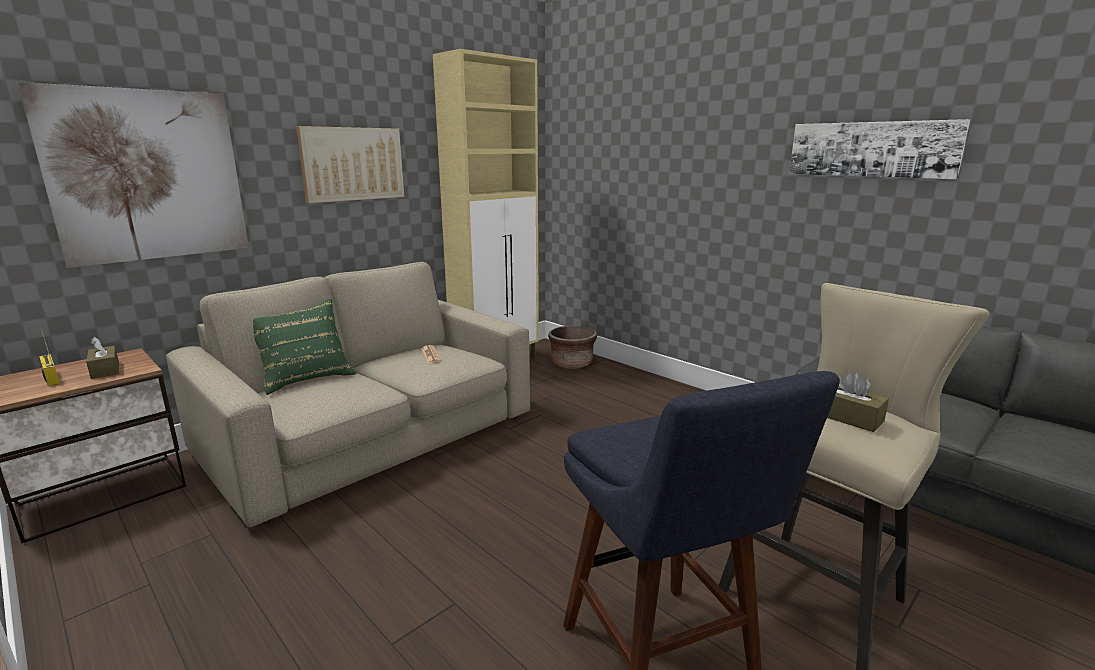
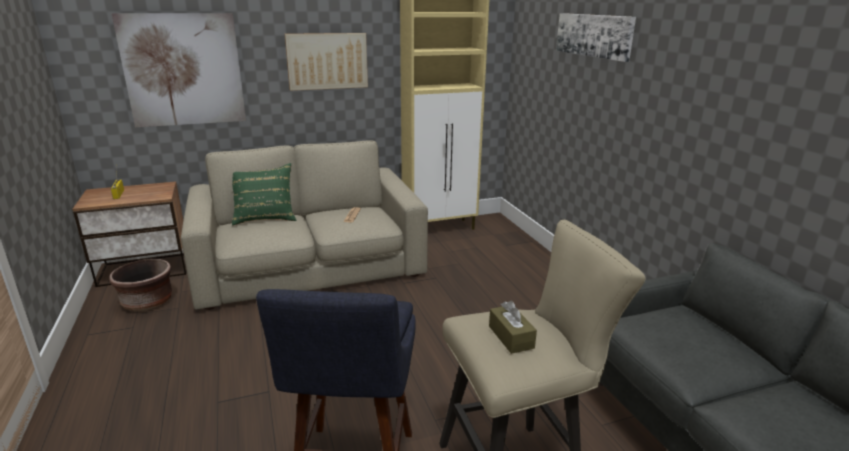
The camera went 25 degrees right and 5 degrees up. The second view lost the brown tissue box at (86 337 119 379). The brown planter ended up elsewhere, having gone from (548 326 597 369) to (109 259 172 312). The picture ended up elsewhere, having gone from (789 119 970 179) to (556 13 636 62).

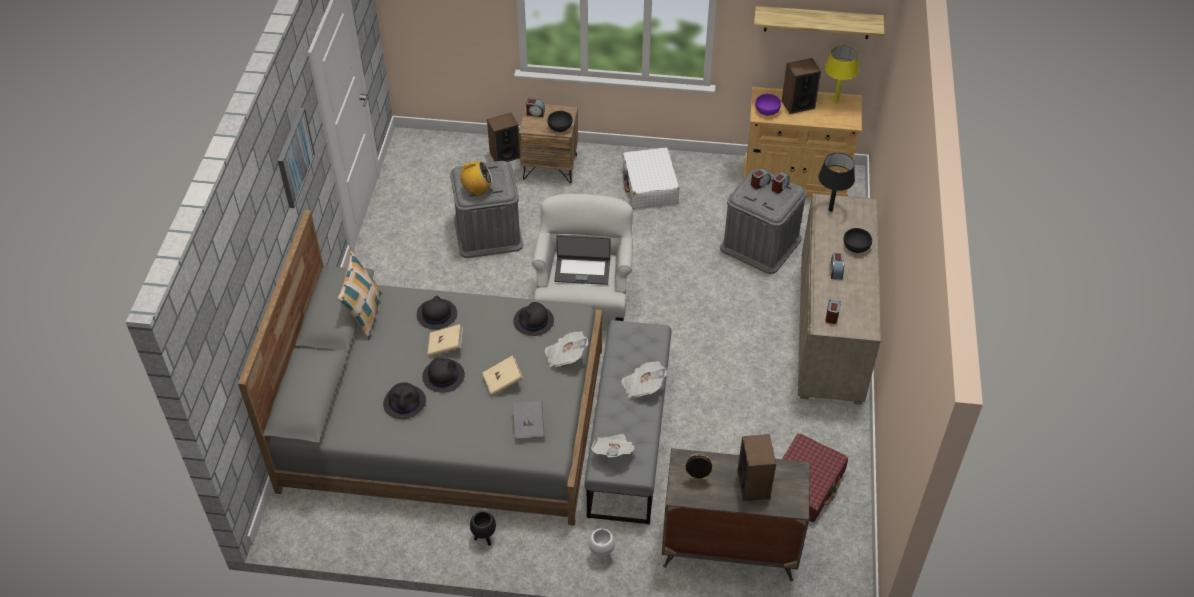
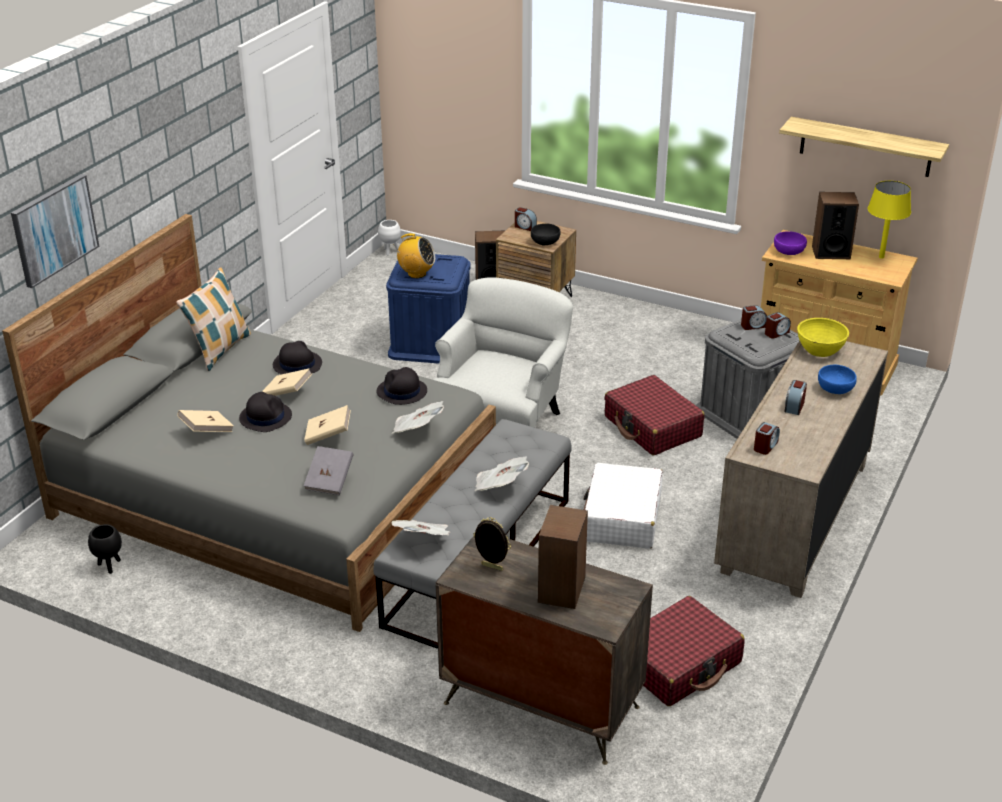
The camera went 20 degrees right and 15 degrees down. The second view lost the laptop at (554 235 611 285). The second view gained the red suitcase at (604 375 705 456). The picture ended up elsewhere, having gone from (278 108 315 208) to (11 174 99 288). The black planter ended up elsewhere, having gone from (470 511 496 545) to (88 524 122 574). The white planter ended up elsewhere, having gone from (589 528 615 565) to (378 220 401 255). The white suitcase ended up elsewhere, having gone from (622 148 680 209) to (583 463 663 549). Where the black hat stood at (383 382 426 419), the beige book came to stand at (177 410 234 432). Where the black table lamp stood at (818 153 855 212), the yellow bowl came to stand at (797 318 849 357). What was the grey storage box at (450 161 523 258) turned into the blue storage box at (386 254 470 364). What was the black bowl at (844 228 872 253) turned into the blue bowl at (818 365 857 394).

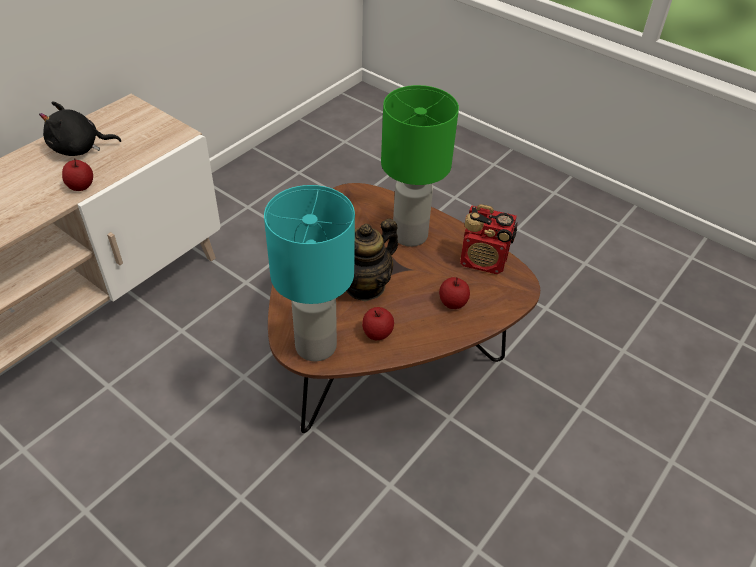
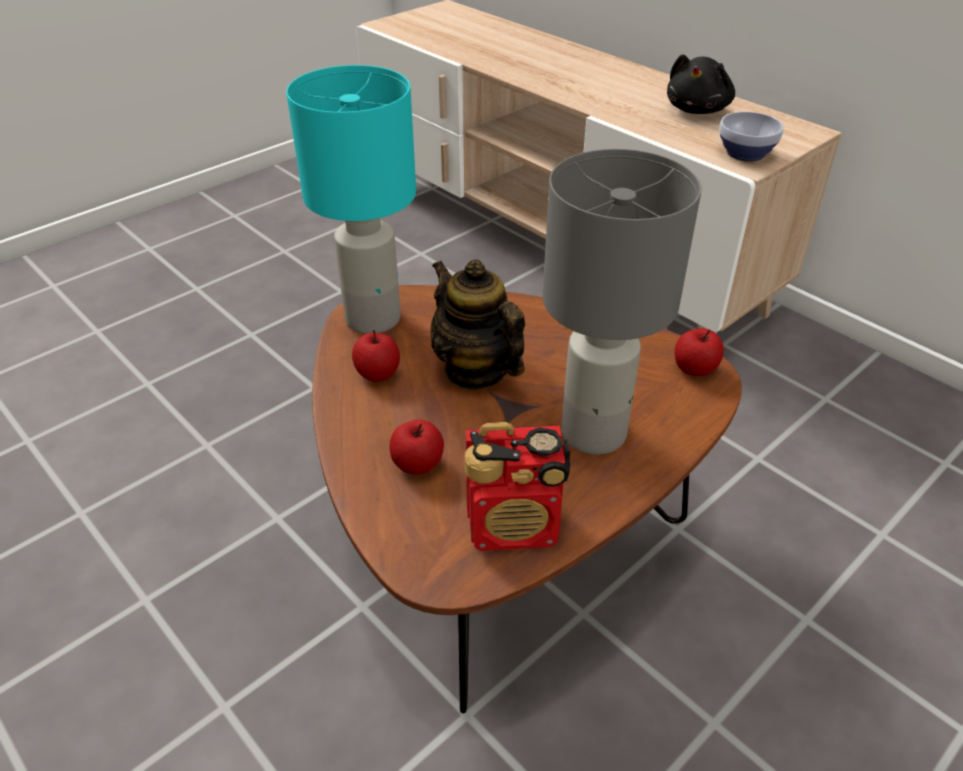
The camera went 100 degrees right and 5 degrees down. The second view gained the bowl at (719 111 784 162). The apple ended up elsewhere, having gone from (62 158 93 191) to (675 328 724 376). What was the green table lamp at (381 85 459 247) turned into the grey table lamp at (543 149 701 455). The black plush toy at (39 101 121 156) ended up facing another way, 150 degrees counterclockwise from before. The radio at (460 204 518 274) ended up facing another way, 120 degrees counterclockwise from before.

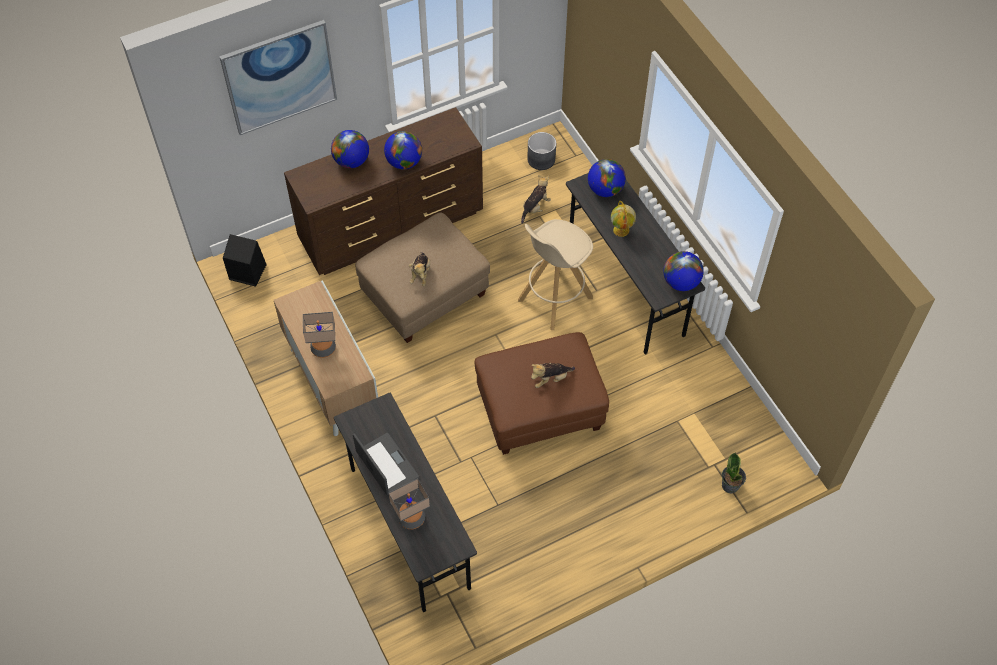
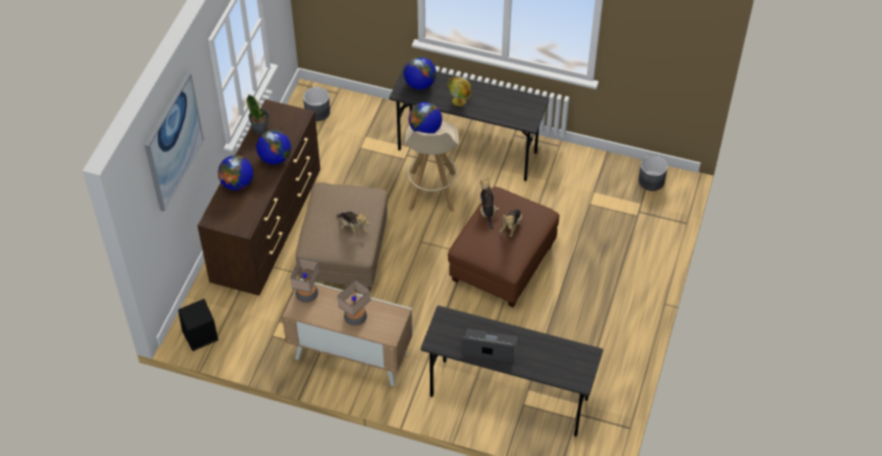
The camera went 45 degrees left and 5 degrees down. The second view gained the grey planter at (638 155 668 191). The table lamp ended up elsewhere, having gone from (389 478 430 529) to (290 257 319 303). The plush toy ended up elsewhere, having gone from (521 175 551 224) to (480 176 499 229). The globe ended up elsewhere, having gone from (663 251 704 291) to (409 102 442 133). The potted plant ended up elsewhere, having gone from (722 452 746 494) to (246 95 269 134).

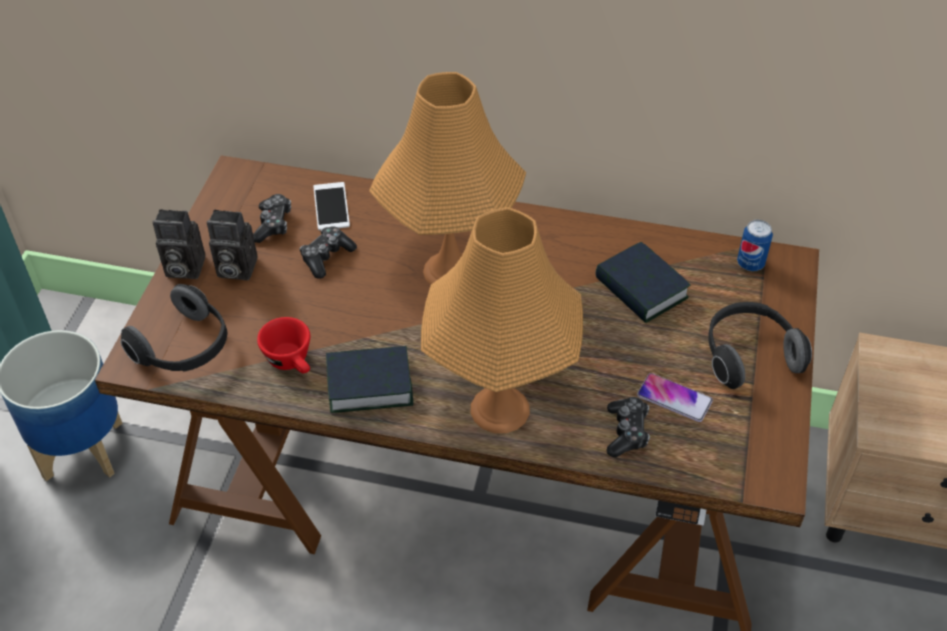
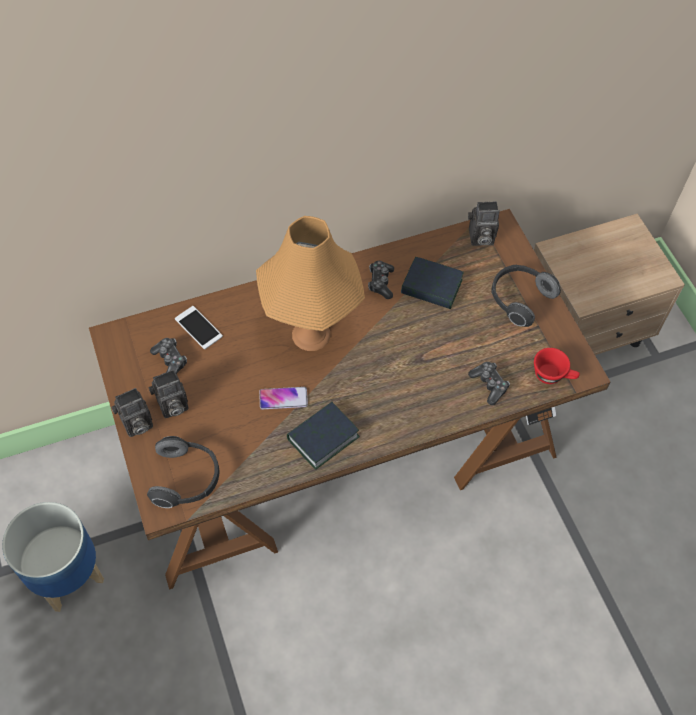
The camera went 35 degrees left and 10 degrees up. The second view lost the orange table lamp at (421 207 583 433). The red cup ended up elsewhere, having gone from (257 317 310 373) to (534 348 580 384). The game controller ended up elsewhere, having gone from (299 226 357 279) to (368 261 394 299). The phone ended up elsewhere, having gone from (637 373 713 422) to (259 387 308 409). Where the can stood at (737 220 773 271), the photo camera came to stand at (468 201 500 246).

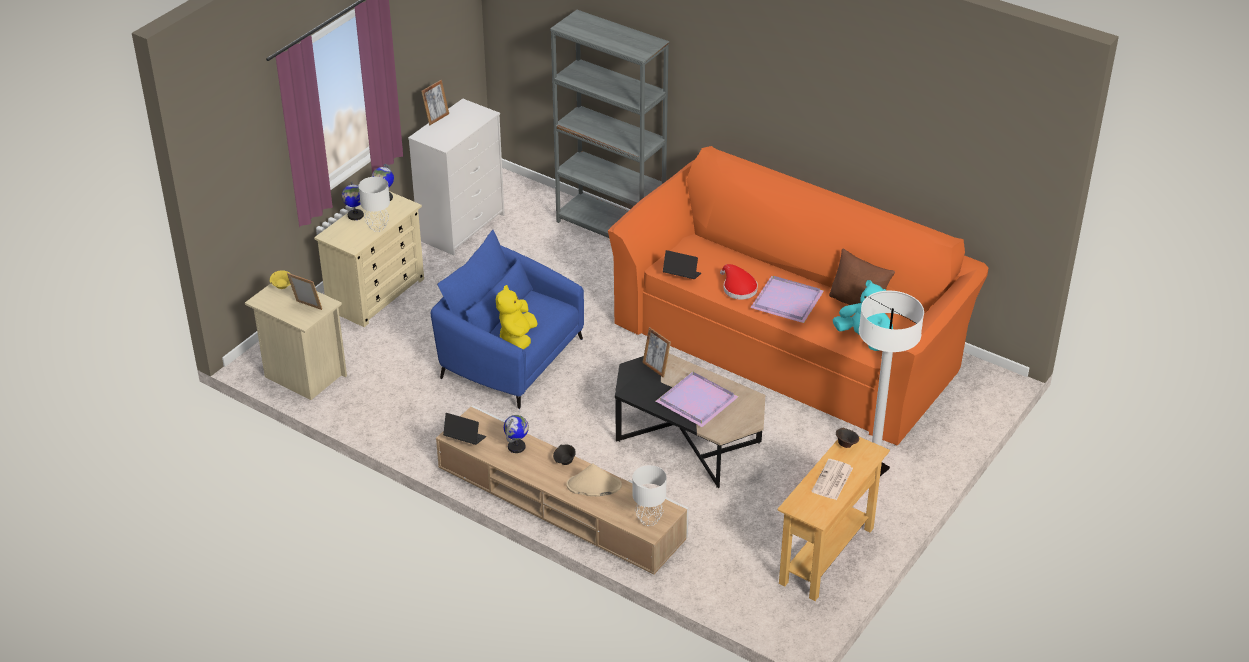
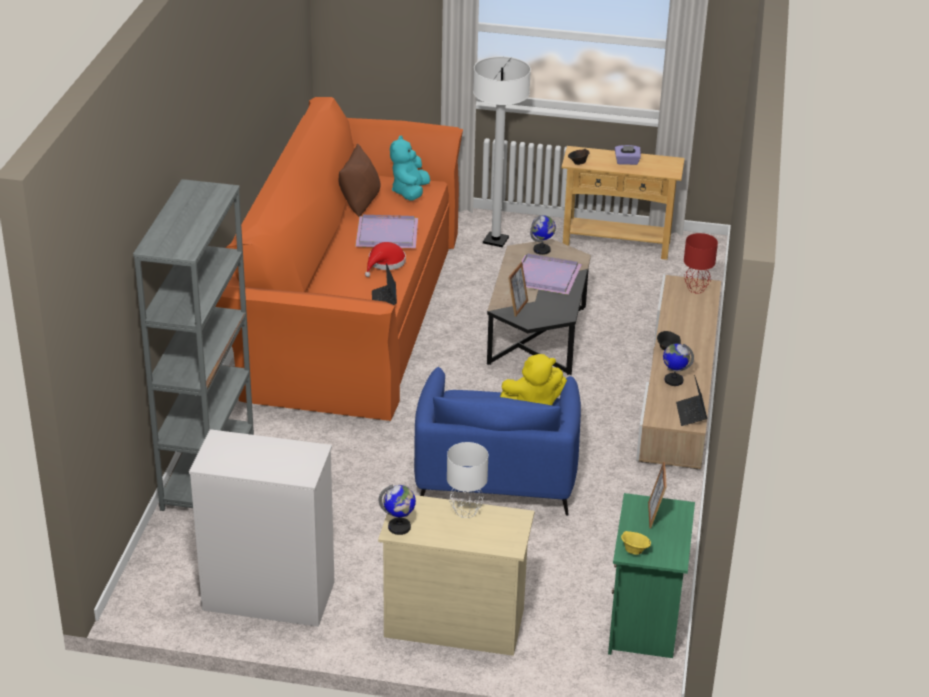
The camera went 115 degrees left and 5 degrees down. The second view lost the picture frame at (421 80 449 125). The second view lost the beige hat at (566 463 622 497). The globe ended up elsewhere, having gone from (342 181 364 220) to (530 215 556 255). Where the newspaper stood at (812 459 853 500), the purple tissue box came to stand at (615 145 641 165). What was the beige nightstand at (245 283 347 400) turned into the green nightstand at (608 493 695 658). What was the white table lamp at (632 465 667 526) turned into the red table lamp at (684 233 718 293).

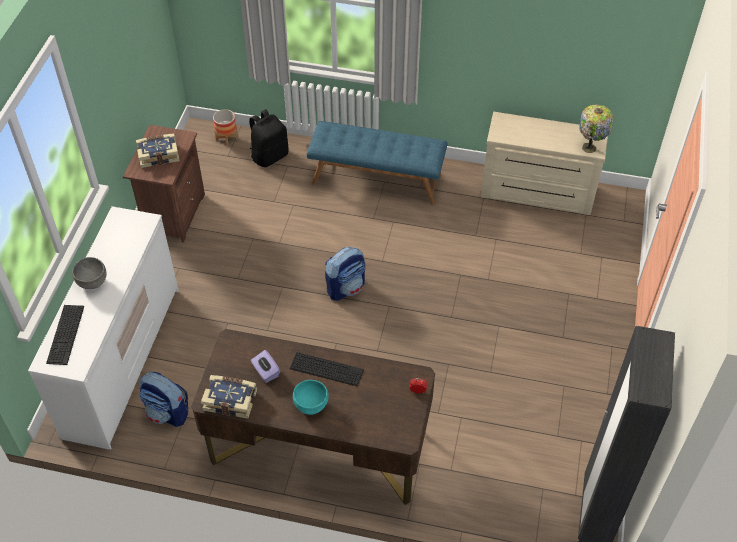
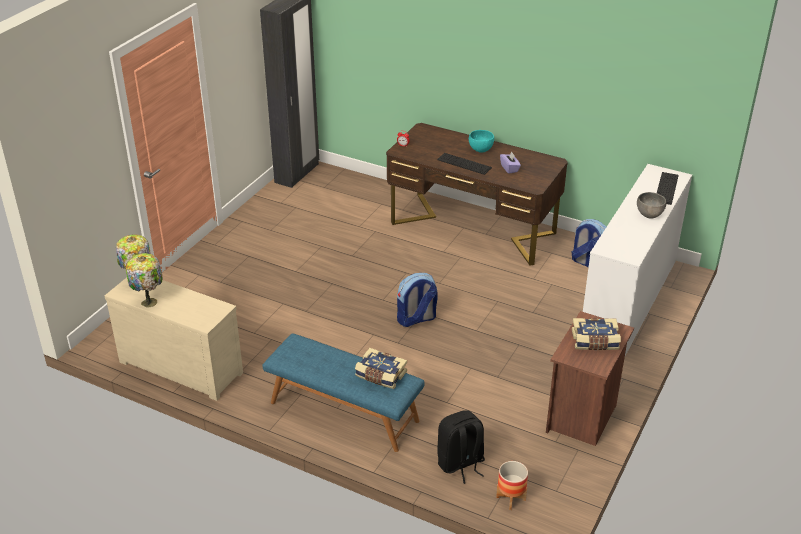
The camera went 165 degrees left and 15 degrees down. The second view gained the table lamp at (126 253 163 308). The book ended up elsewhere, having gone from (201 375 257 419) to (355 348 407 389).

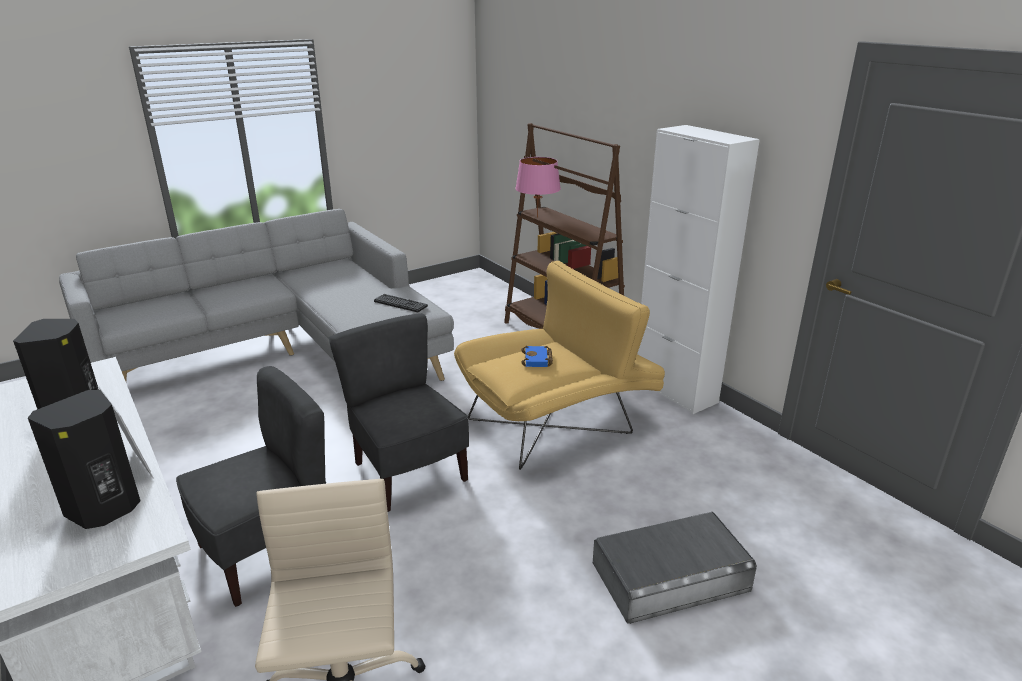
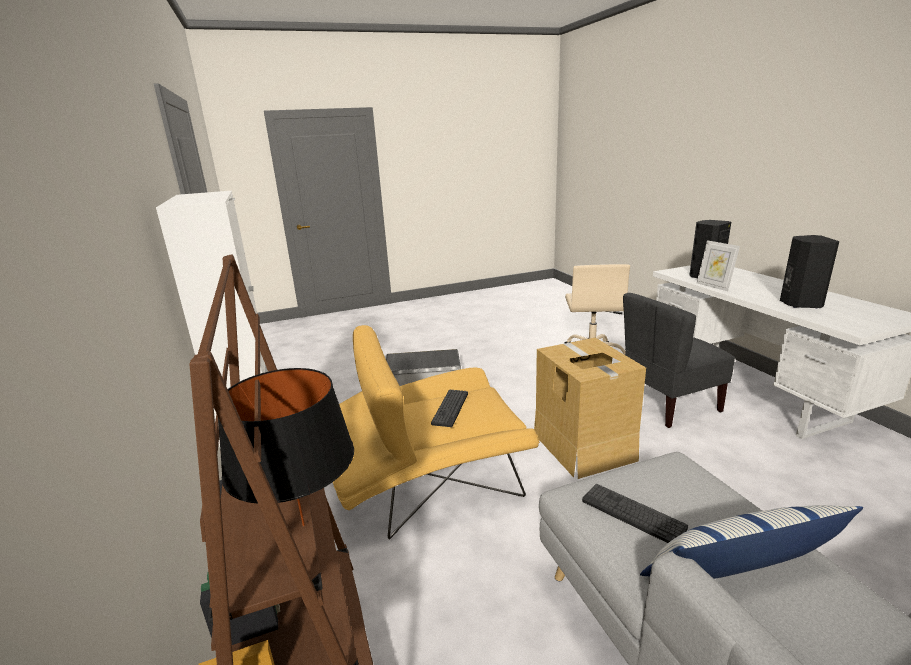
The camera went 165 degrees left and 5 degrees down. The second view gained the pillow at (640 505 863 579). Where the grey chair stood at (329 313 469 512), the cardboard box came to stand at (534 338 646 479). Where the blue book stood at (521 346 553 367), the keyboard came to stand at (431 390 468 427). What was the pink table lamp at (515 157 561 218) turned into the black table lamp at (218 368 354 526).

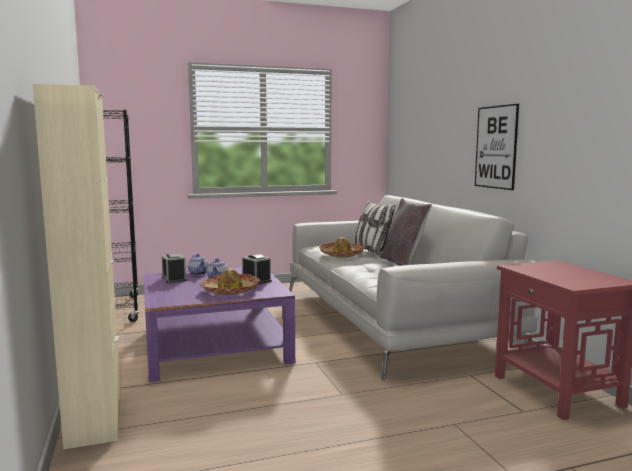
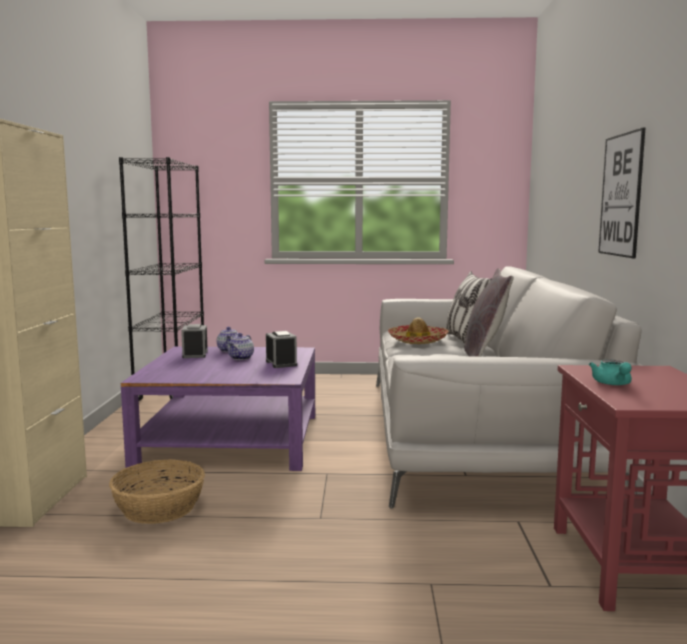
The camera went 20 degrees right and 0 degrees up. The second view lost the hat at (201 268 260 295). The second view gained the basket at (109 459 205 524). The second view gained the turquoise teapot at (589 359 632 386).

